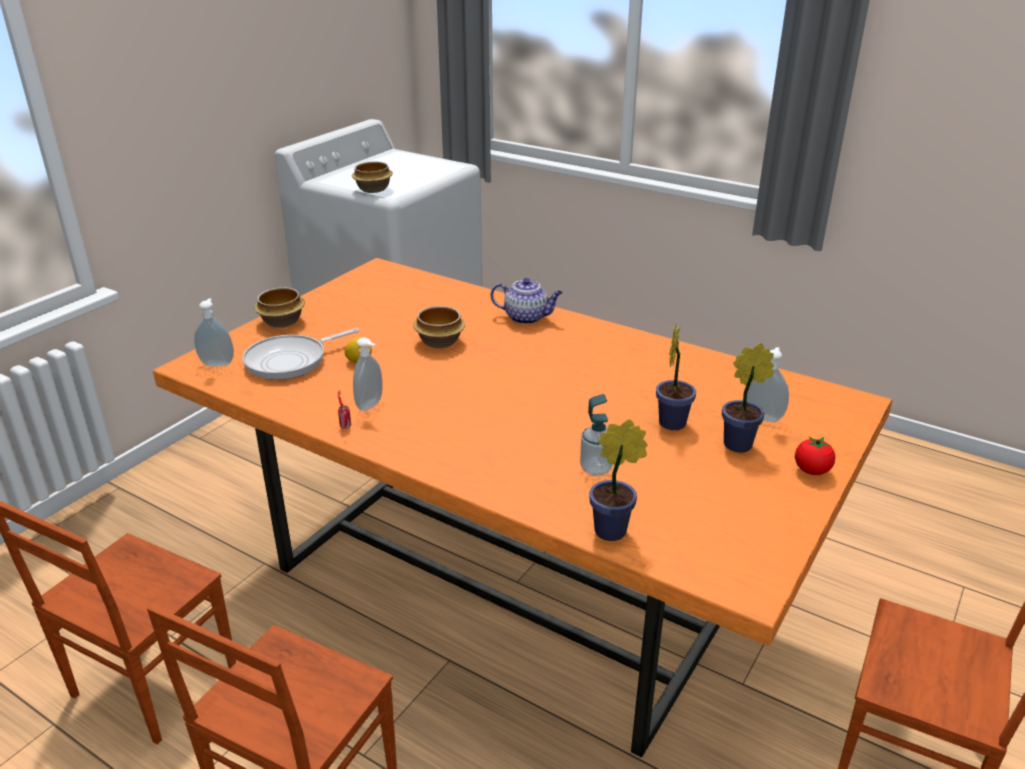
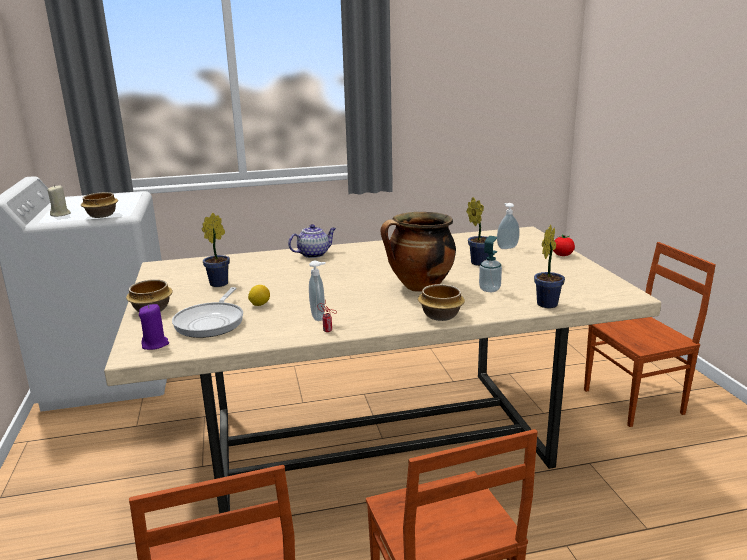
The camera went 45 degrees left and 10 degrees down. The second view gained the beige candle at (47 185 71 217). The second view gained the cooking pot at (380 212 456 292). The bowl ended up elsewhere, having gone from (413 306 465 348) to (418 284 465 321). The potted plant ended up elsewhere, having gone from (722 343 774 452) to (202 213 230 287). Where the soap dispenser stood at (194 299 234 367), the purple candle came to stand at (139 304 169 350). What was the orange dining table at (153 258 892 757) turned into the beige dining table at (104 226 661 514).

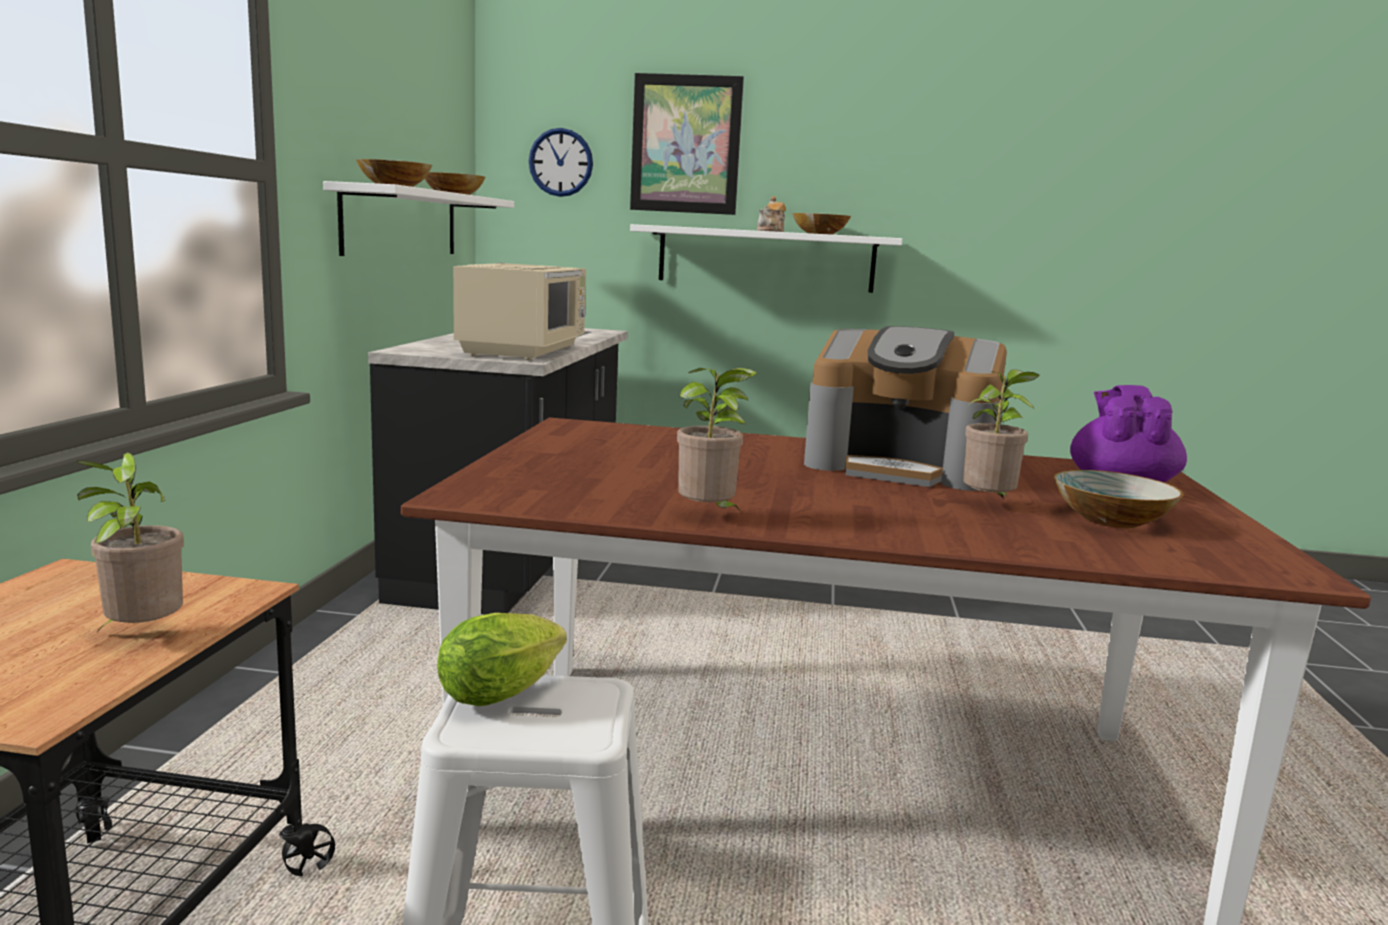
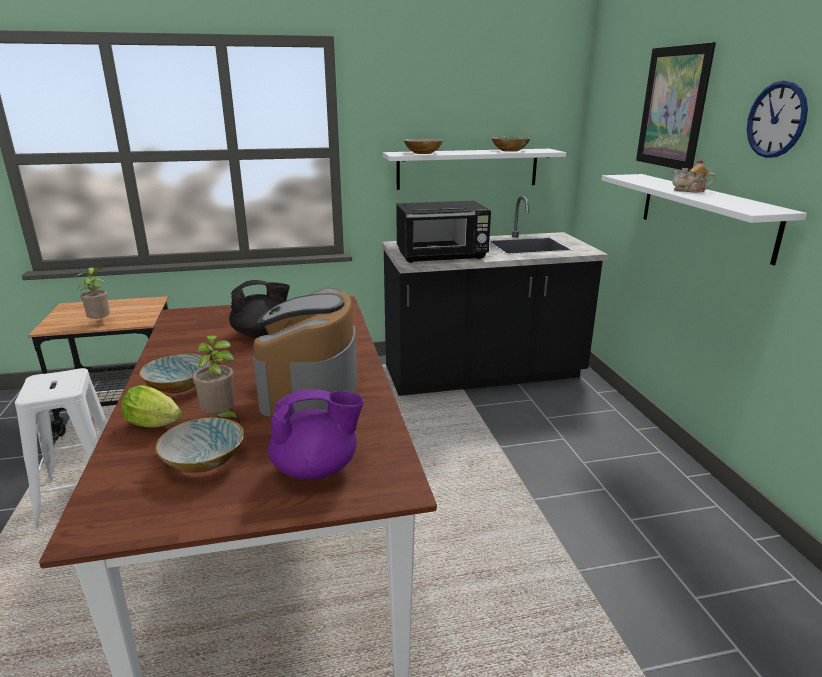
The camera went 70 degrees right and 10 degrees up. The second view lost the potted plant at (677 368 758 513). The second view gained the black teapot at (229 280 290 338). The lettuce ended up elsewhere, having gone from (437 613 567 706) to (121 385 182 428). The wall clock ended up elsewhere, having gone from (529 128 593 197) to (747 81 808 158). The bowl ended up elsewhere, having gone from (792 213 851 234) to (139 354 211 393). What was the beige microwave at (453 263 586 361) turned into the black microwave at (396 201 491 263).

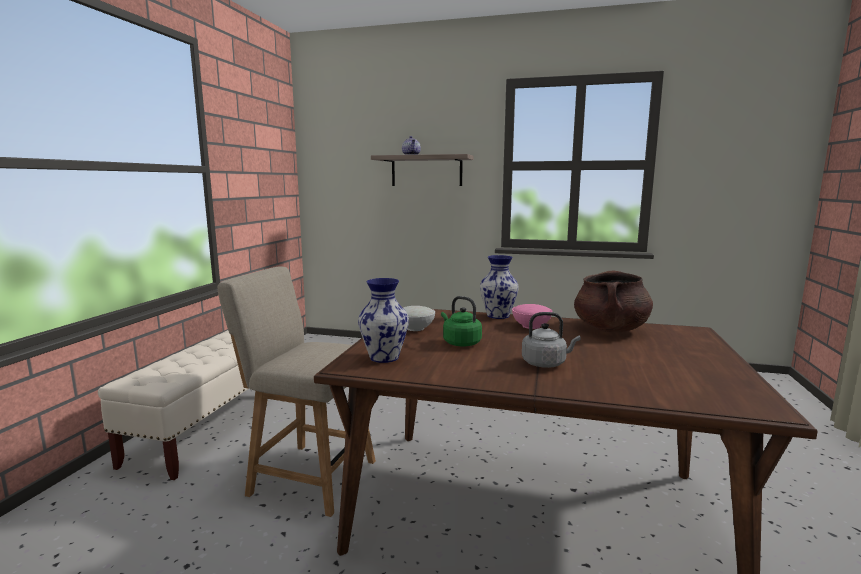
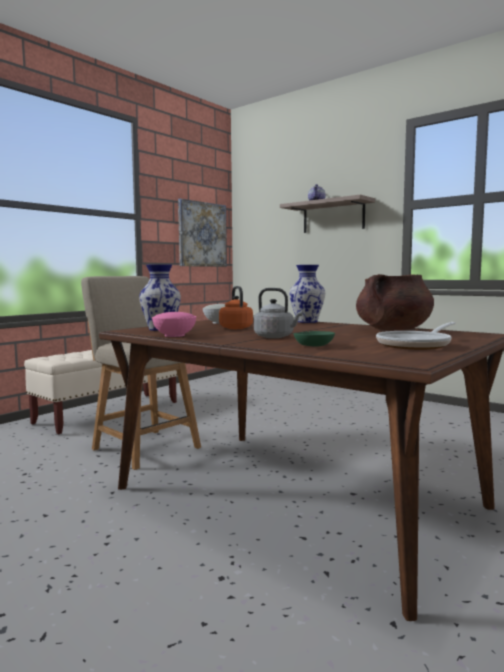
The camera went 25 degrees right and 5 degrees down. The second view gained the picture at (178 199 227 267). The second view gained the green bowl at (293 331 335 346). The second view gained the frying pan at (376 322 456 350). The pink bowl ended up elsewhere, having gone from (512 304 552 329) to (152 312 196 337). What was the green kettle at (441 296 482 347) turned into the orange kettle at (219 286 253 329).

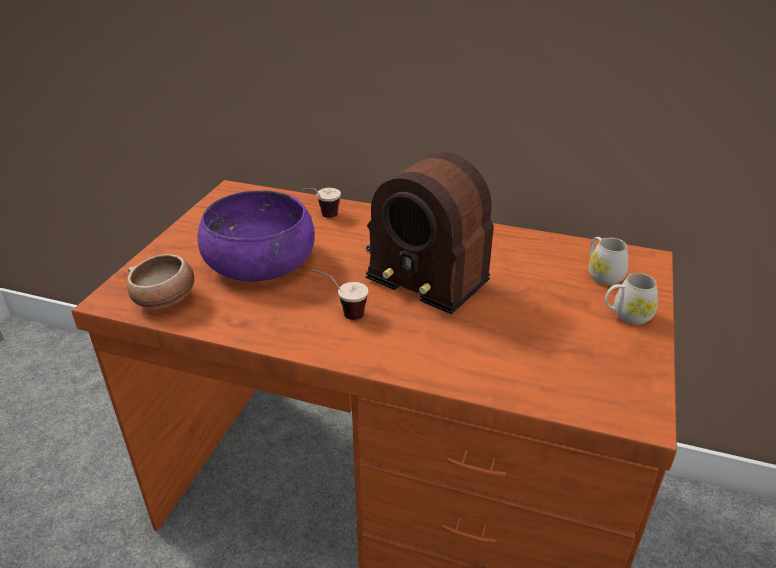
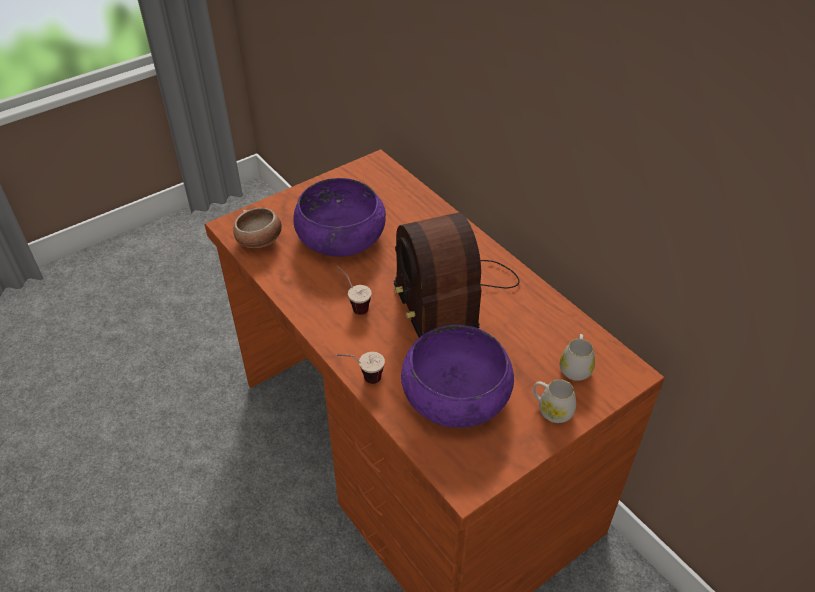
The camera went 35 degrees right and 10 degrees up. The second view gained the purple bowl at (401 324 514 428). The cup ended up elsewhere, having gone from (302 188 341 218) to (337 352 385 384).

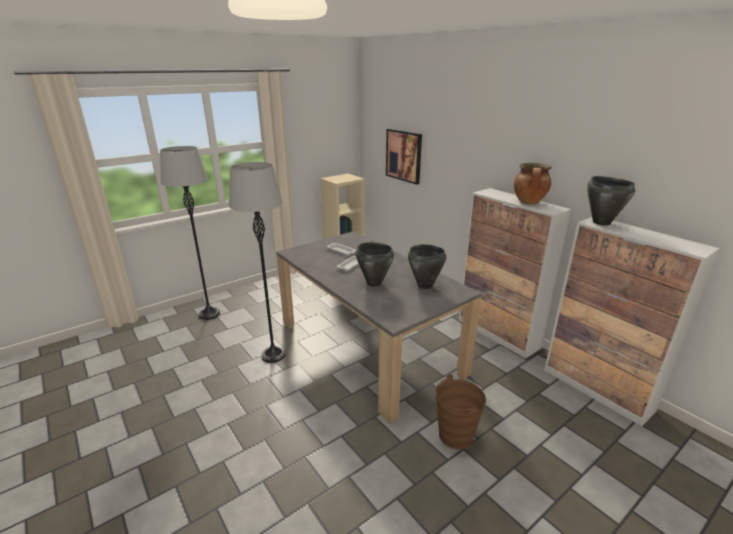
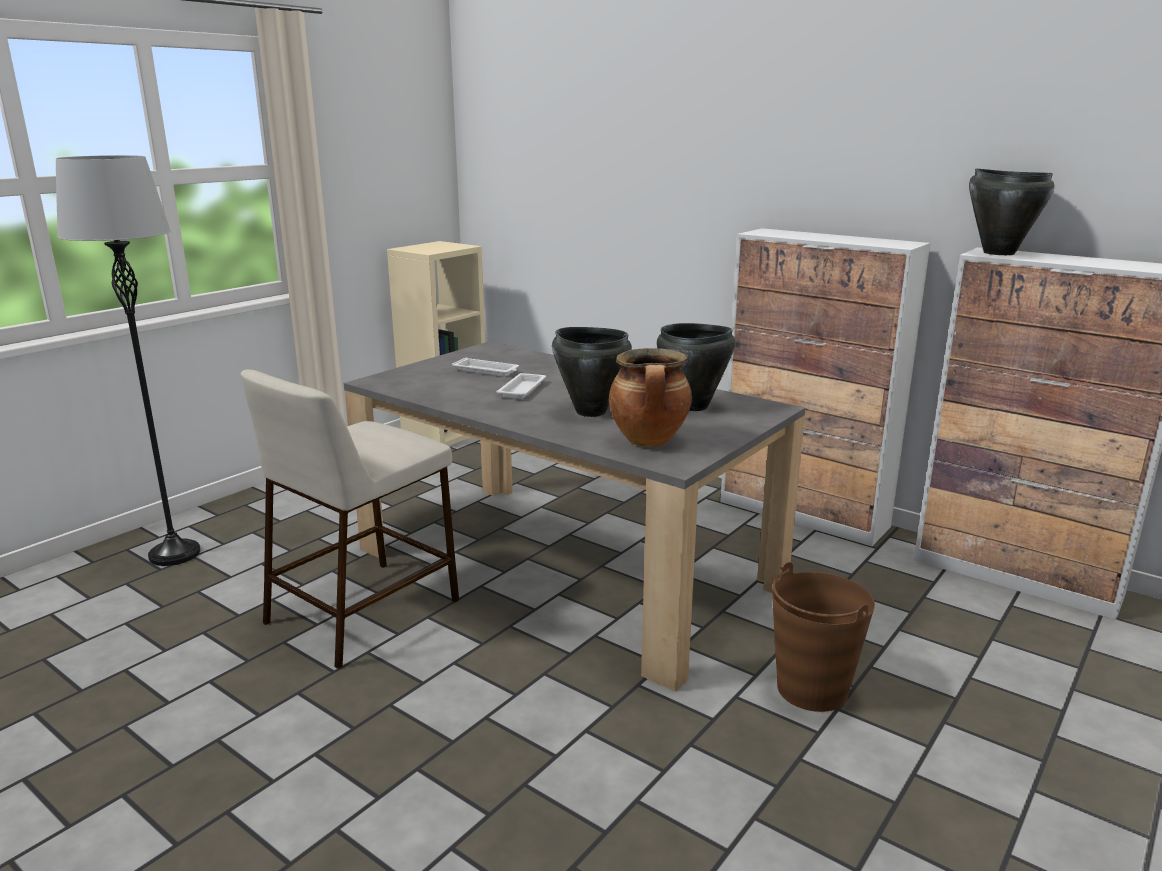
The camera went 15 degrees left and 5 degrees down. The second view lost the picture at (386 128 422 185). The cooking pot ended up elsewhere, having gone from (514 163 551 204) to (609 348 692 447). Where the grey floor lamp stood at (229 162 286 363), the beige stool came to stand at (241 369 459 669).

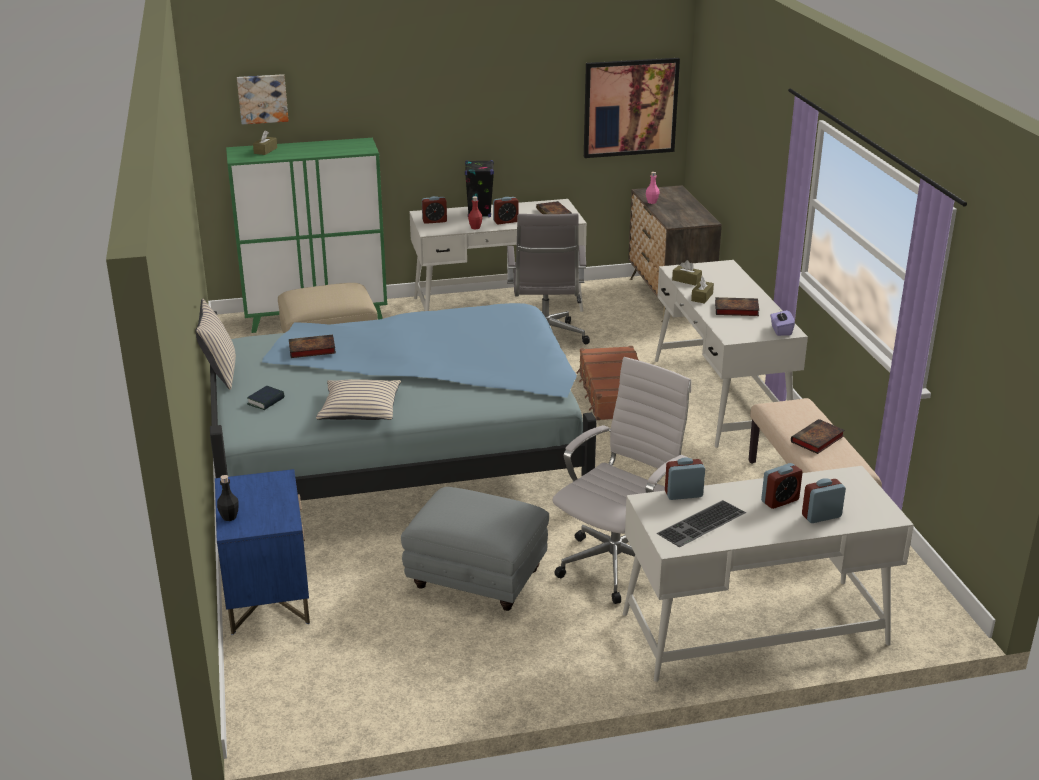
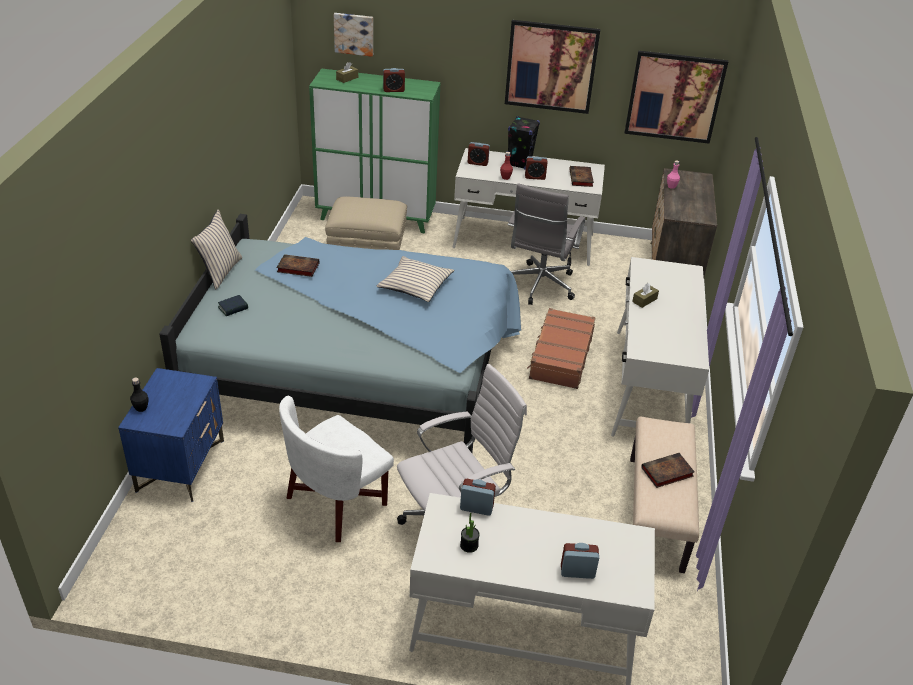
The camera went 20 degrees right and 10 degrees up. The second view lost the brown tissue box at (672 260 702 286). The second view lost the book at (715 297 759 316). The second view lost the purple tissue box at (770 310 795 336). The second view gained the picture at (505 20 600 114). The beige pillow ended up elsewhere, having gone from (316 379 401 420) to (376 256 454 302). The alarm clock ended up elsewhere, having gone from (761 463 803 509) to (383 68 405 92). Where the grey ottoman stood at (401 487 549 611), the white armchair came to stand at (279 396 394 542). Where the keyboard stood at (657 500 746 547), the potted plant came to stand at (460 512 480 553).

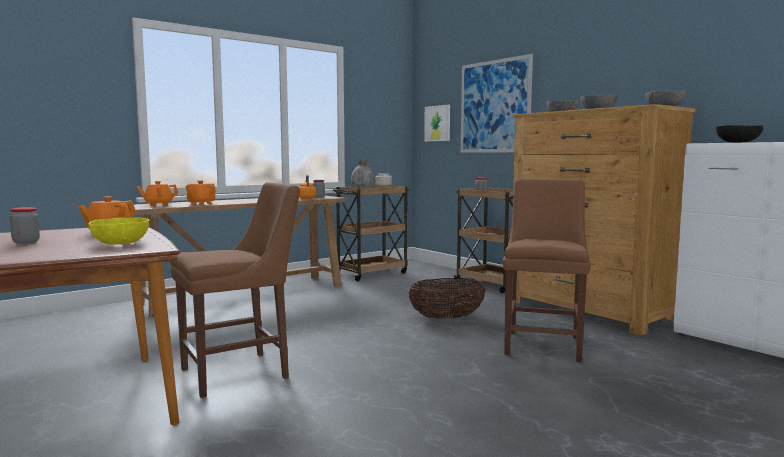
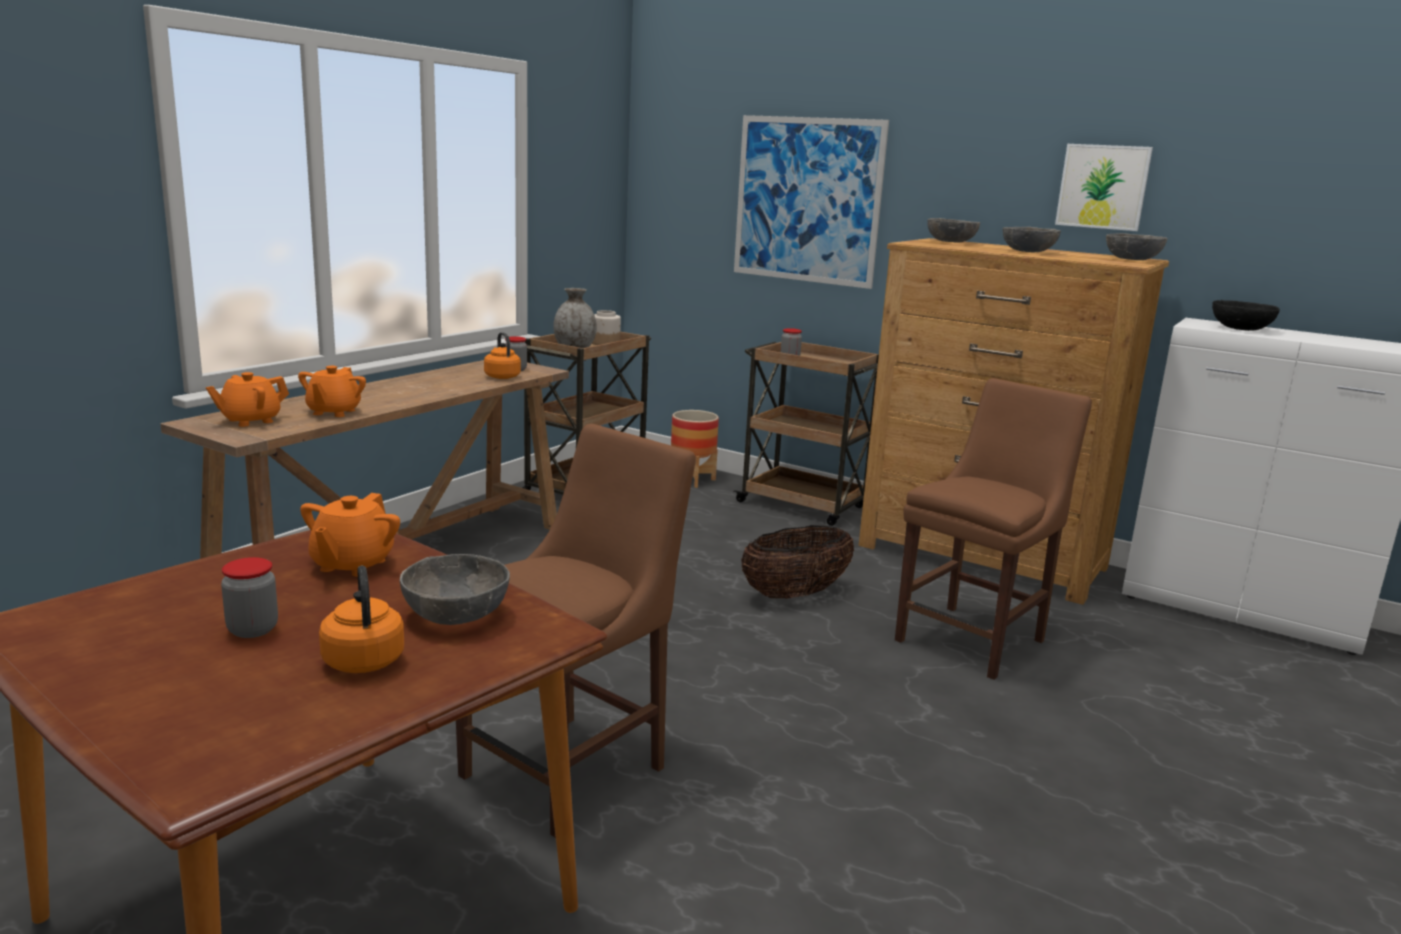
The camera went 20 degrees left and 10 degrees up. The second view gained the orange kettle at (319 566 404 673). The second view gained the planter at (671 410 719 488). The picture ended up elsewhere, having gone from (424 105 450 141) to (1055 144 1153 231). What was the yellow bowl at (88 218 149 245) turned into the grey bowl at (400 554 510 625). The brown chair at (503 179 591 362) ended up facing another way, 45 degrees clockwise from before.

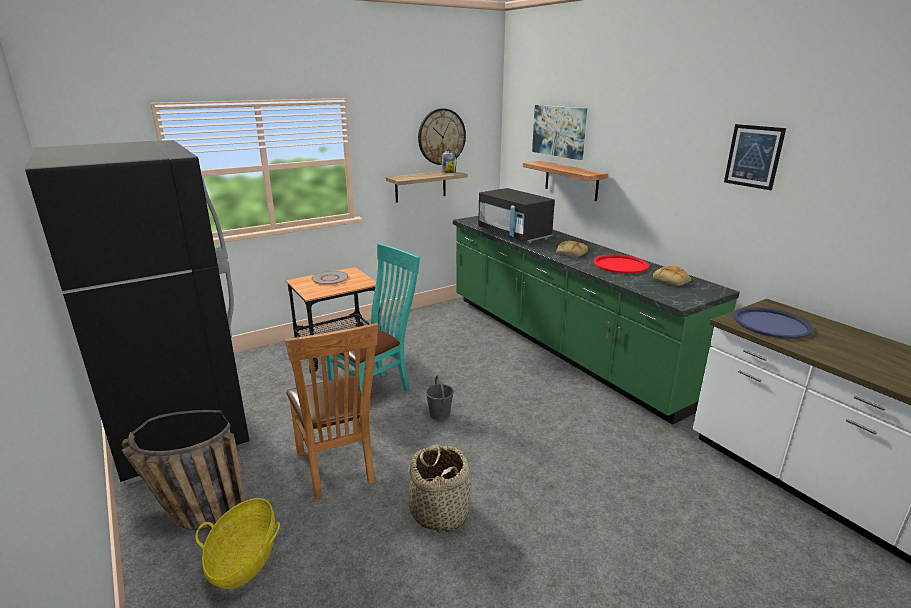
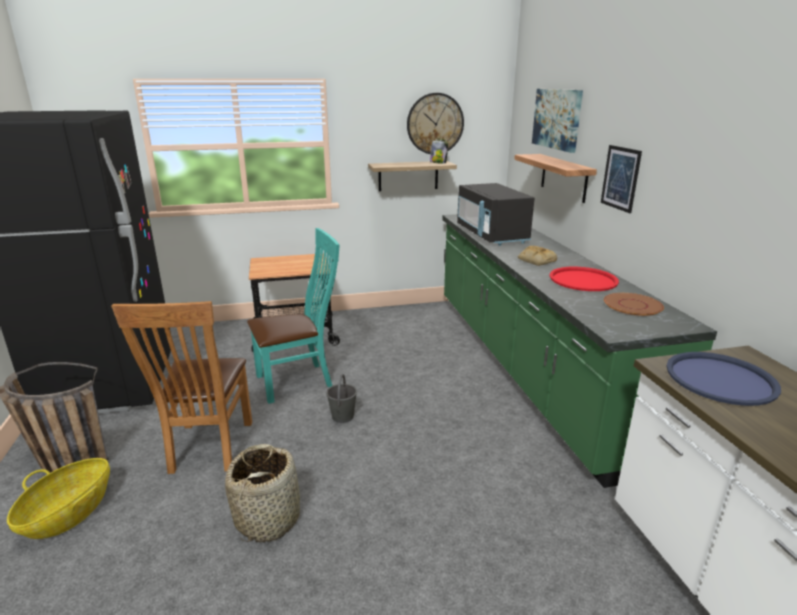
The camera went 20 degrees right and 0 degrees up. The second view lost the grey plate at (311 271 349 285). The picture ended up elsewhere, having gone from (724 124 786 190) to (601 145 642 213). Where the bread stood at (653 265 691 286), the brown plate came to stand at (604 293 664 316).

